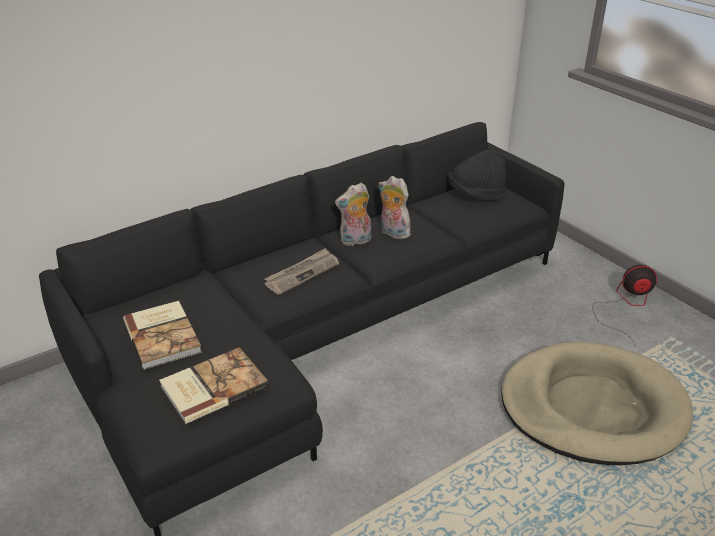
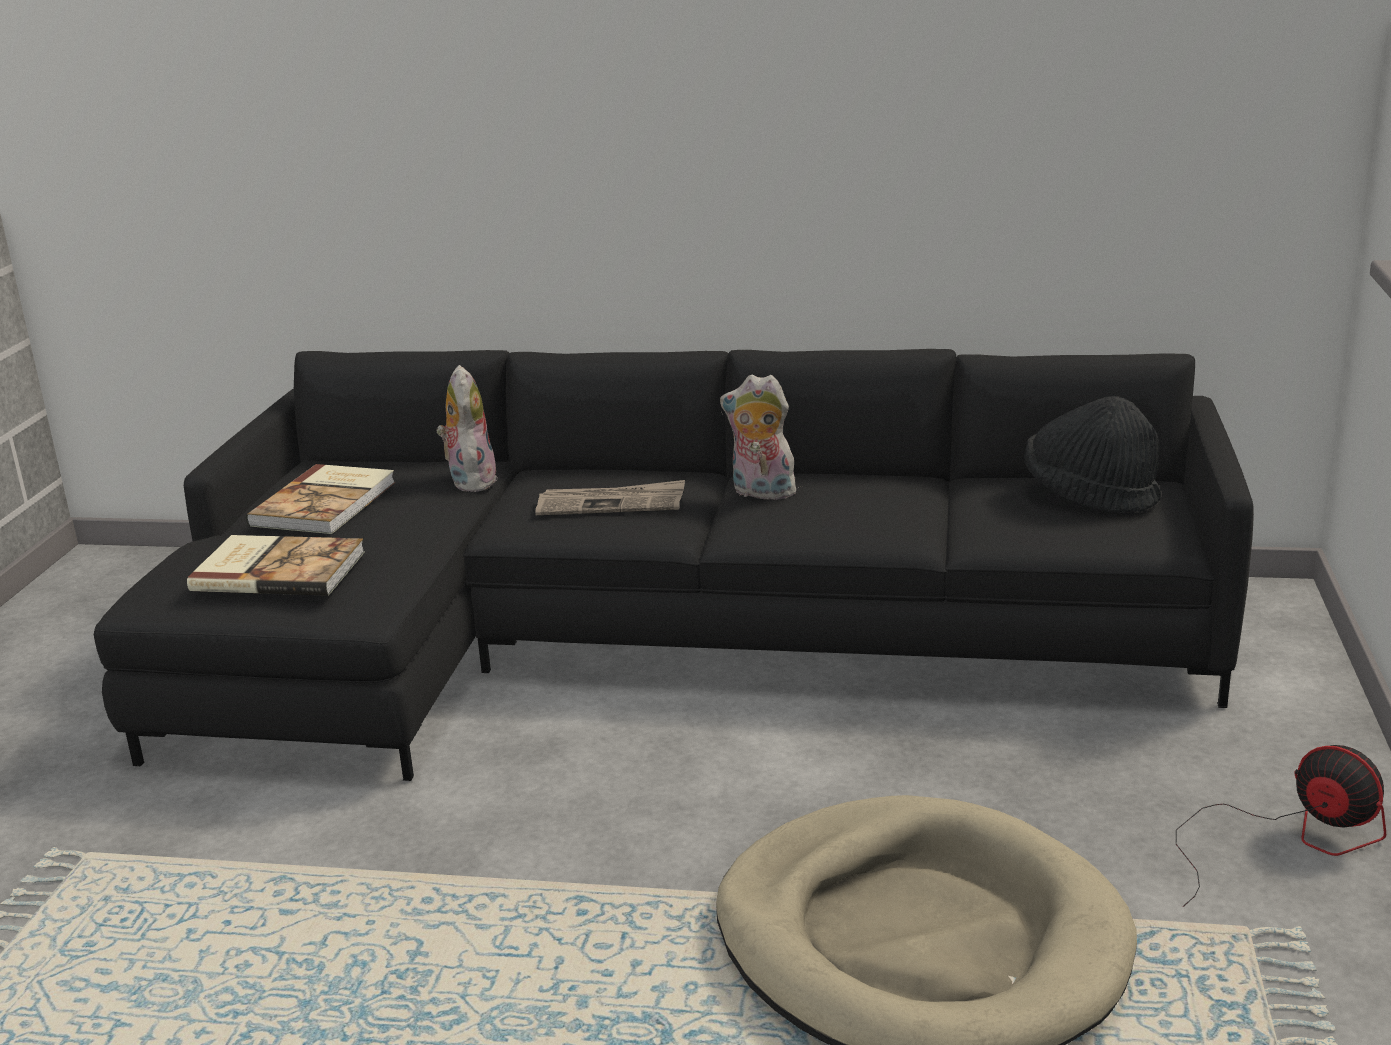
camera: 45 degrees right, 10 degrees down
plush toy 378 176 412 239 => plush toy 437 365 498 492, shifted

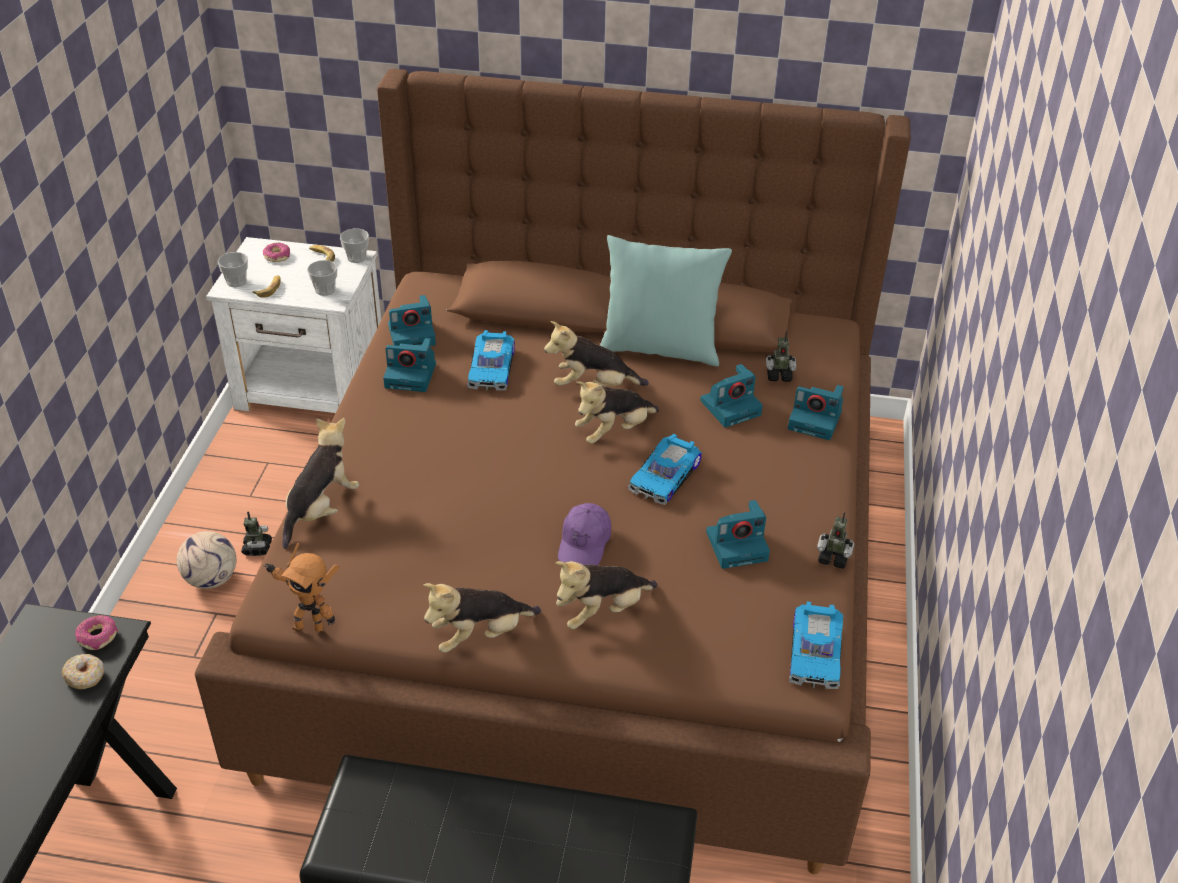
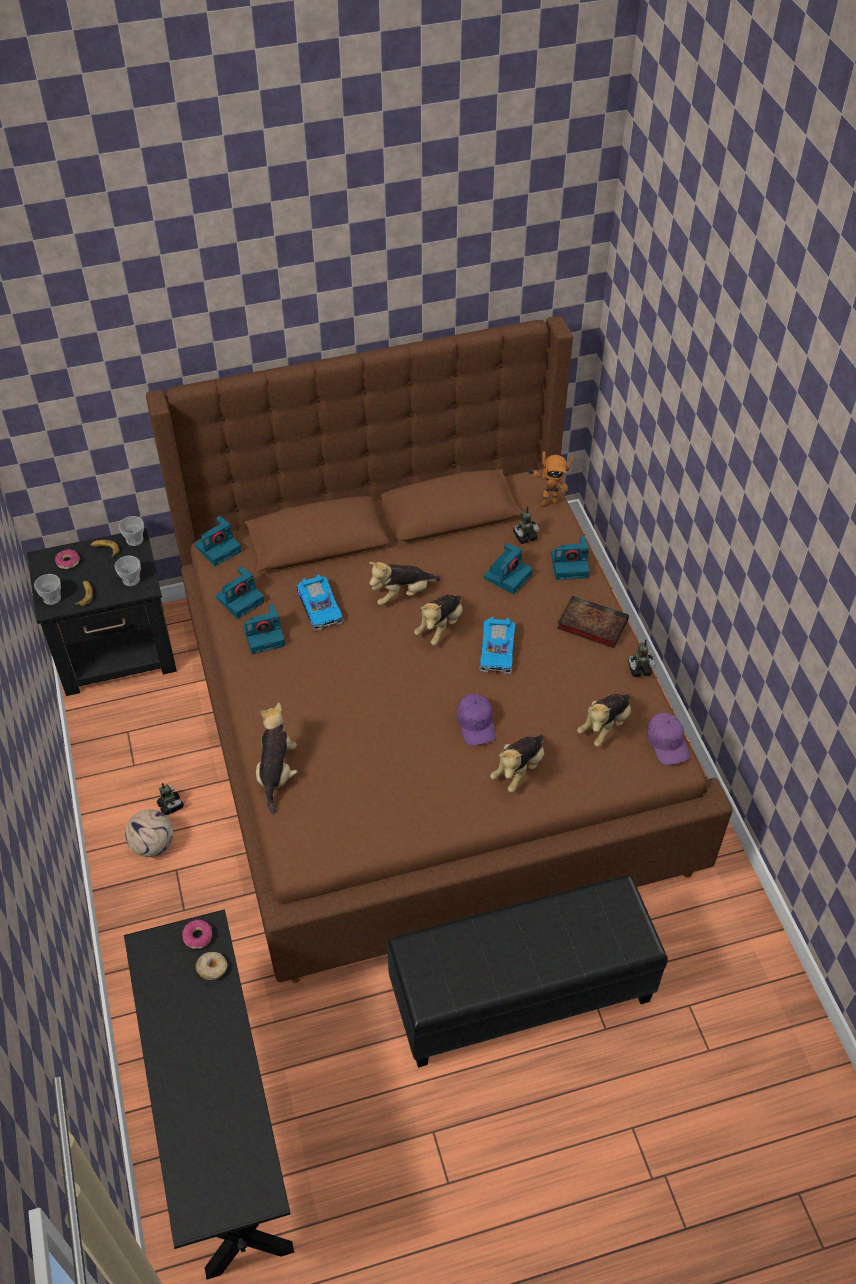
camera: 25 degrees left, 10 degrees up
turquoise pillow 600 235 732 367 => nothing
white nightstand 206 237 381 413 => black nightstand 27 528 177 696
photo camera 706 500 770 569 => photo camera 195 516 241 566, shifted
toy robot 264 543 340 632 => toy robot 527 451 574 507, shifted
plush toy 424 583 541 653 => plush toy 577 693 631 747, shifted
toy car 789 601 843 689 => purple cap 647 713 689 765
nothing => book 557 595 629 648

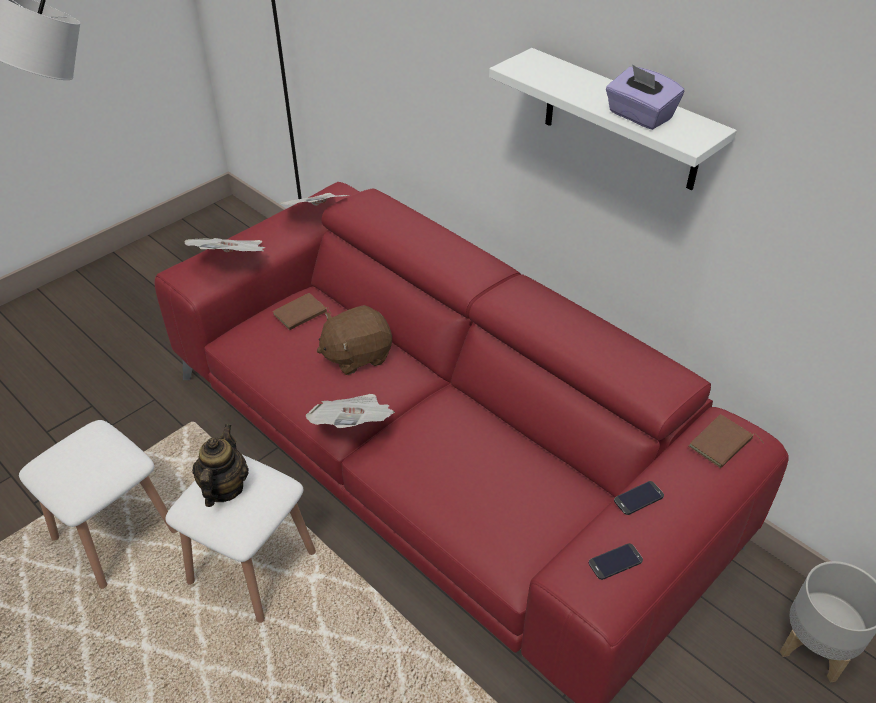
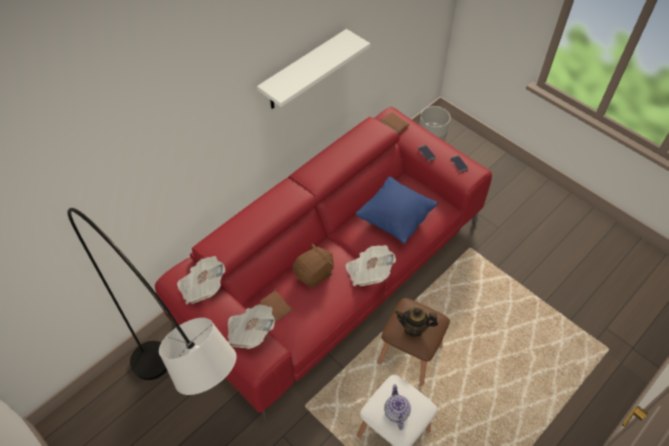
camera: 90 degrees left, 10 degrees up
purple tissue box 606 64 684 130 => nothing
brown plush toy 317 305 392 375 => brown plush toy 293 244 334 288, 105 degrees counterclockwise
white stool 166 455 316 623 => brown stool 377 298 450 386
nothing => blue pillow 356 176 438 244
nothing => teapot 384 384 411 430

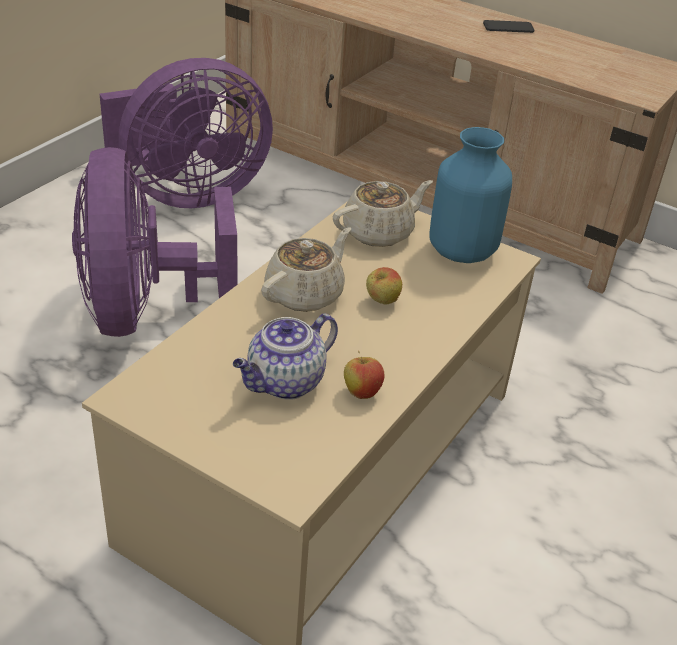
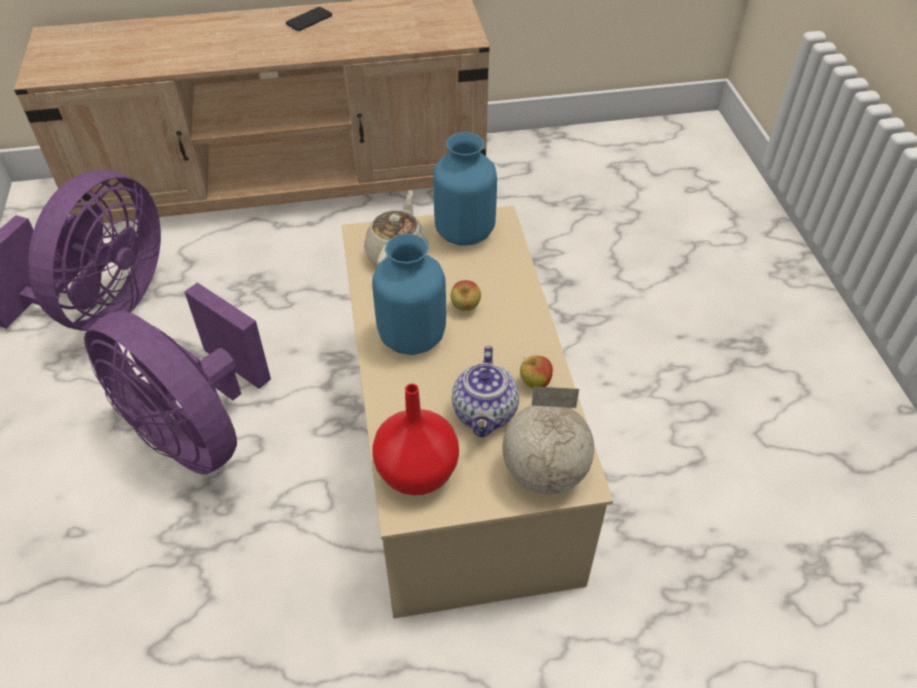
camera: 40 degrees left, 10 degrees up
beige teapot 261 227 351 312 => blue vase 372 234 446 355
nothing => red vase 372 384 459 495
nothing => globe 503 386 594 494

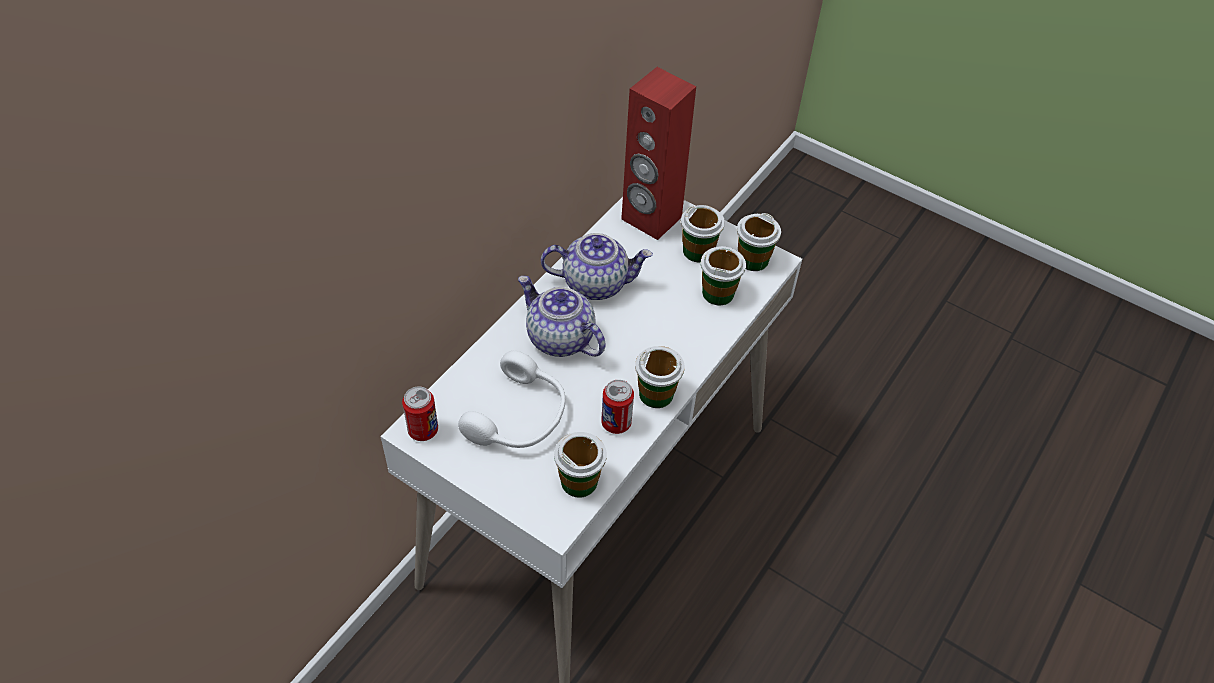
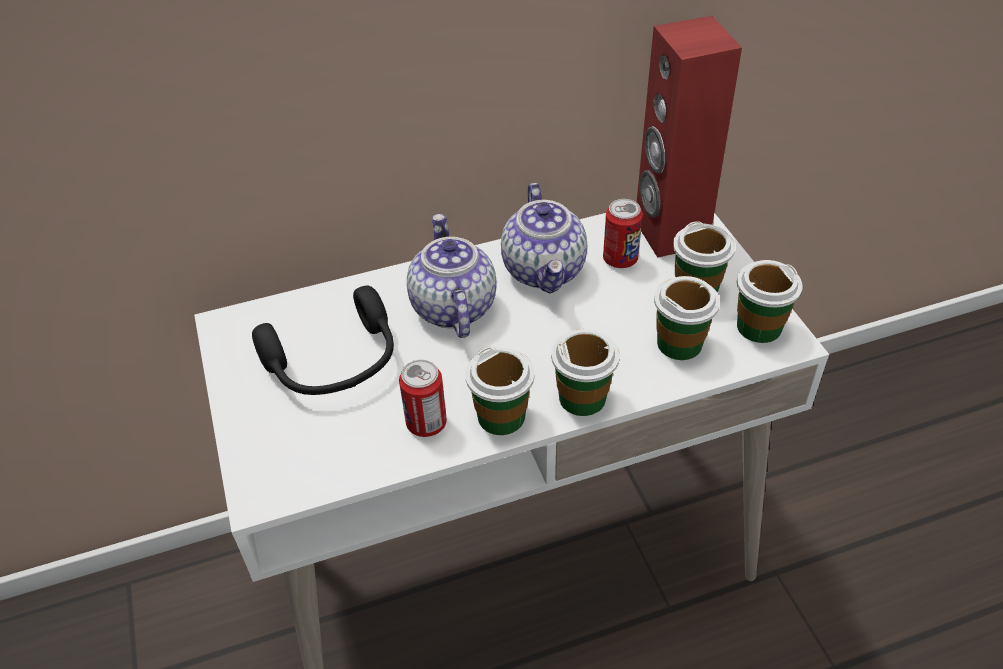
camera: 40 degrees right, 5 degrees down
teapot 541 233 653 300 => teapot 501 183 587 294, 45 degrees clockwise
white headphones 458 351 565 448 => black headphones 252 286 394 395
can 402 386 438 441 => can 603 199 643 268, shifted
cup 554 432 607 498 => cup 551 329 620 416, shifted

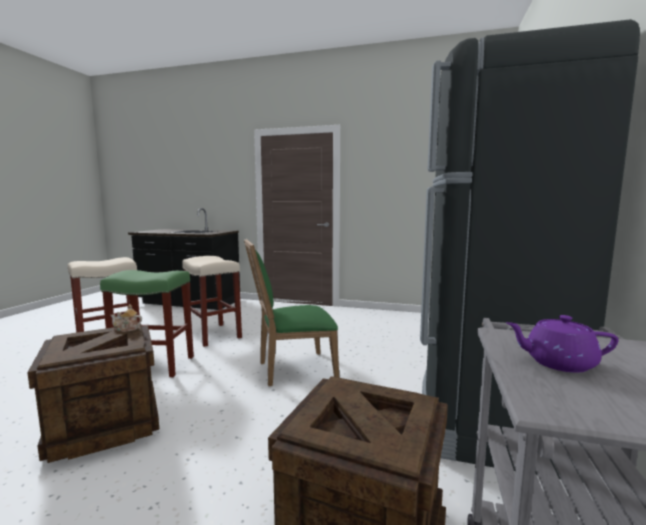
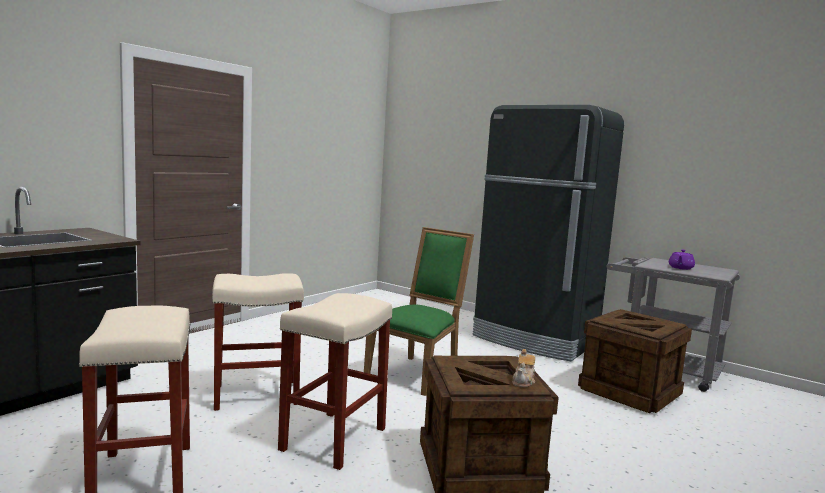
camera: 70 degrees left, 0 degrees up
green chair 244 239 339 386 => green chair 364 227 474 396, 150 degrees counterclockwise
green stool 100 270 194 377 => beige stool 278 293 392 470
teapot 110 304 142 332 => teapot 512 349 535 388, shifted

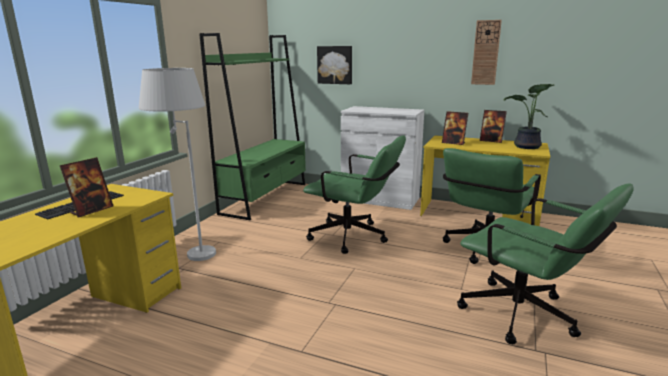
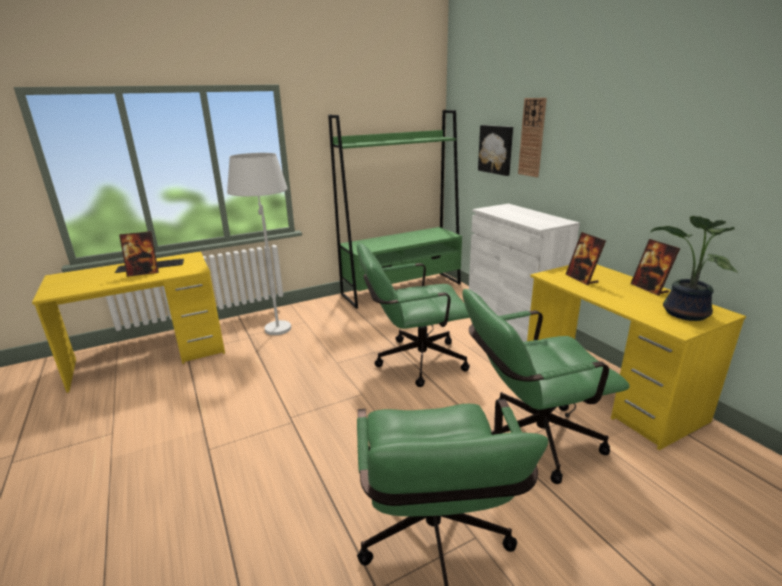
camera: 40 degrees right, 5 degrees up
wall clock 471 20 502 85 => wall clock 518 98 547 177, shifted
green office chair 303 136 406 254 => green office chair 357 243 470 387, 105 degrees clockwise

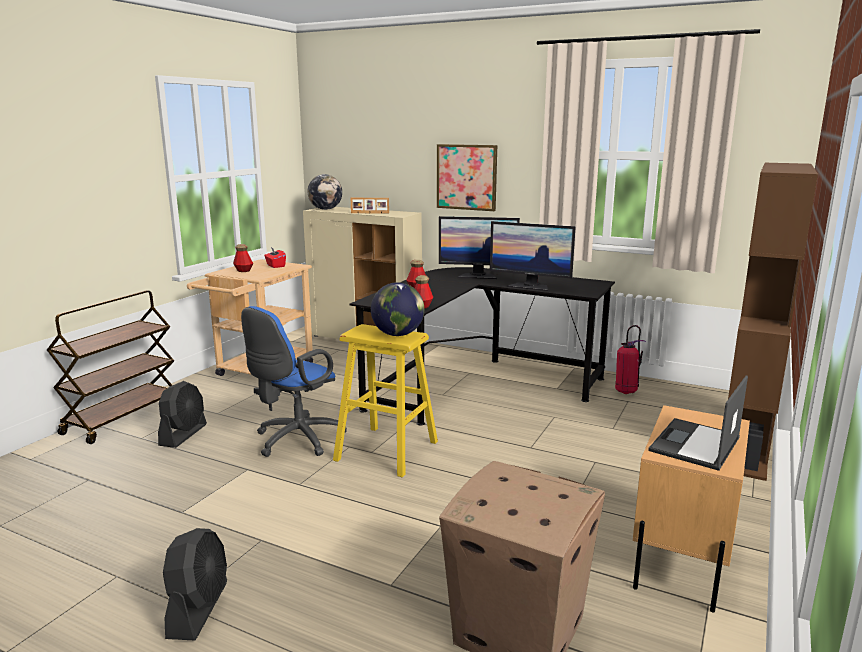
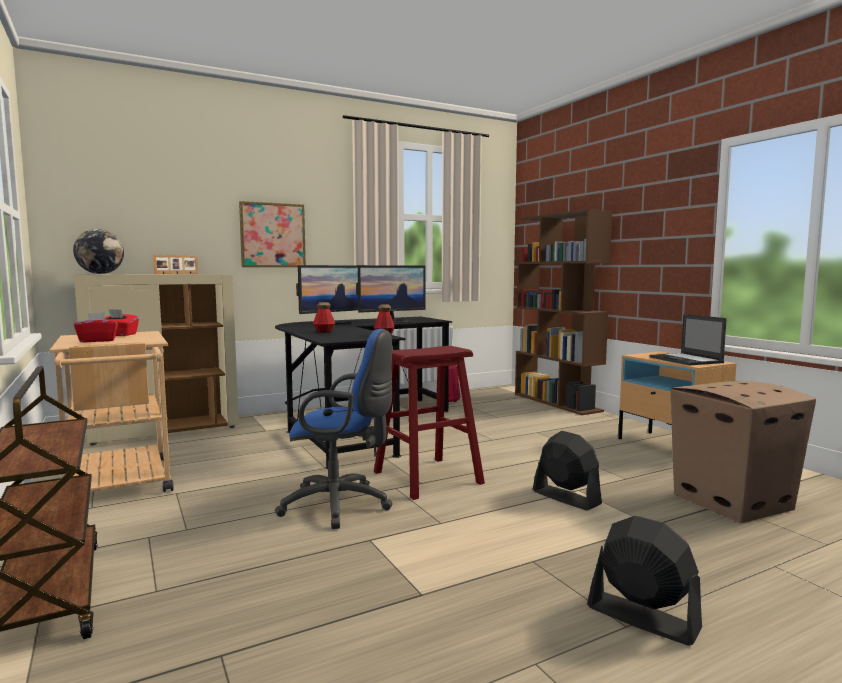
camera: 55 degrees left, 10 degrees down
bottle 233 244 253 272 => red tissue box 74 312 118 342
globe 371 282 424 336 => nothing
blue office chair 241 306 347 457 => blue office chair 275 329 393 529, 60 degrees counterclockwise
yellow stool 333 324 438 477 => red stool 374 346 485 500
black fan 158 381 207 448 => black fan 533 431 602 511, shifted

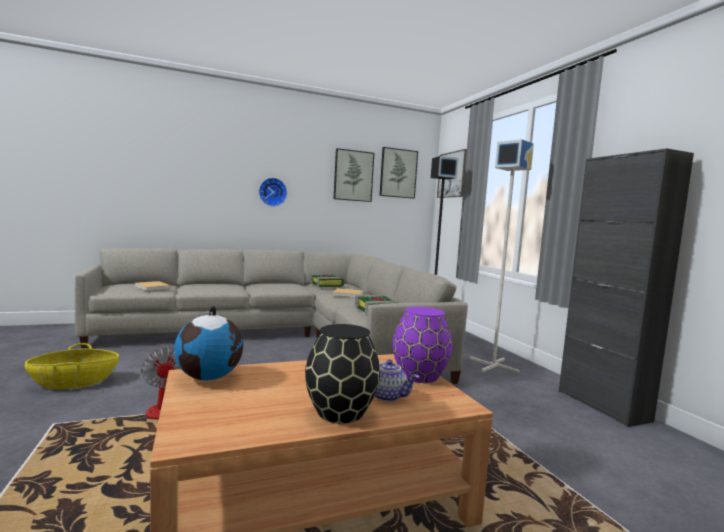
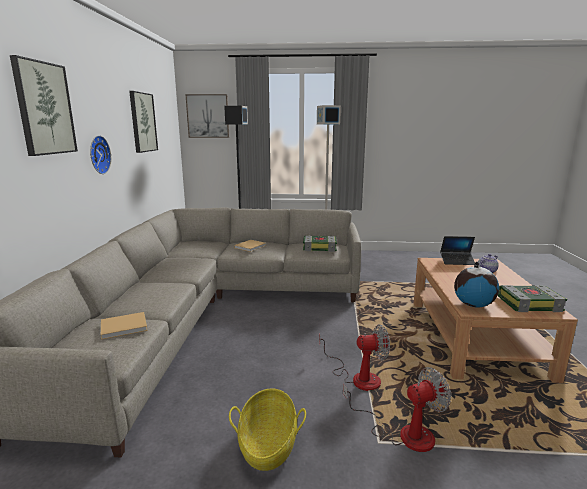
camera: 65 degrees left, 10 degrees up
picture 380 147 418 199 => picture 10 55 78 156, shifted
black cabinet 559 148 694 427 => nothing
book 310 274 345 287 => book 498 285 567 312, shifted
purple vase 393 307 452 383 => laptop 440 236 475 265
black vase 305 324 380 424 => nothing
nothing => fan 343 367 451 452

